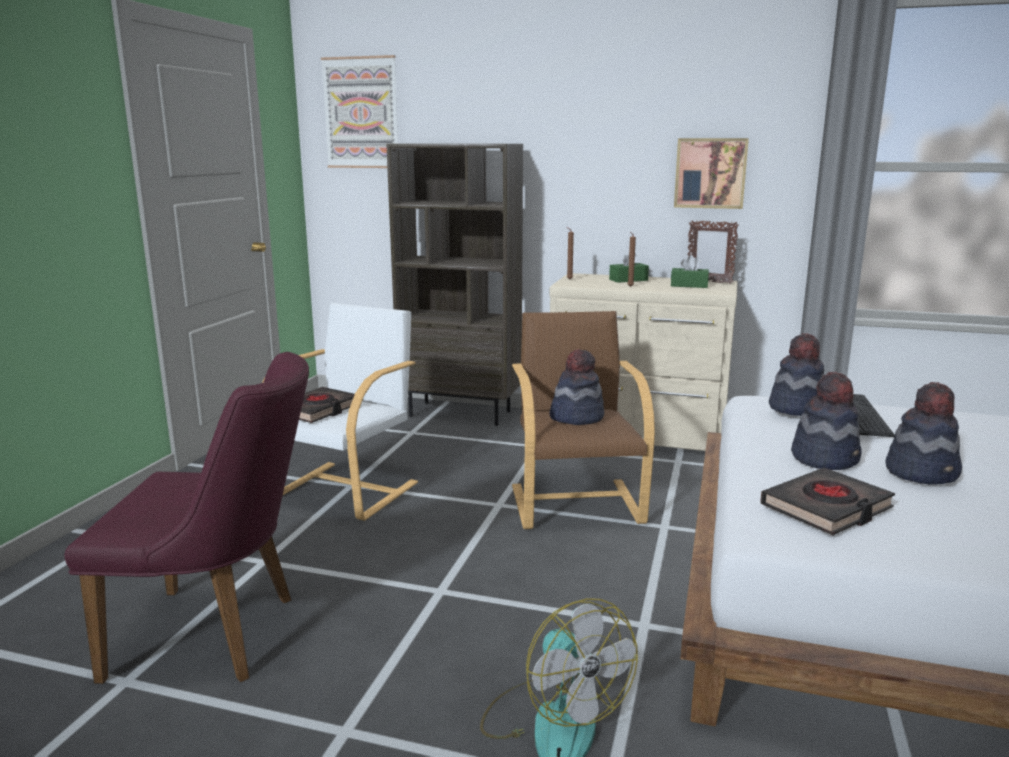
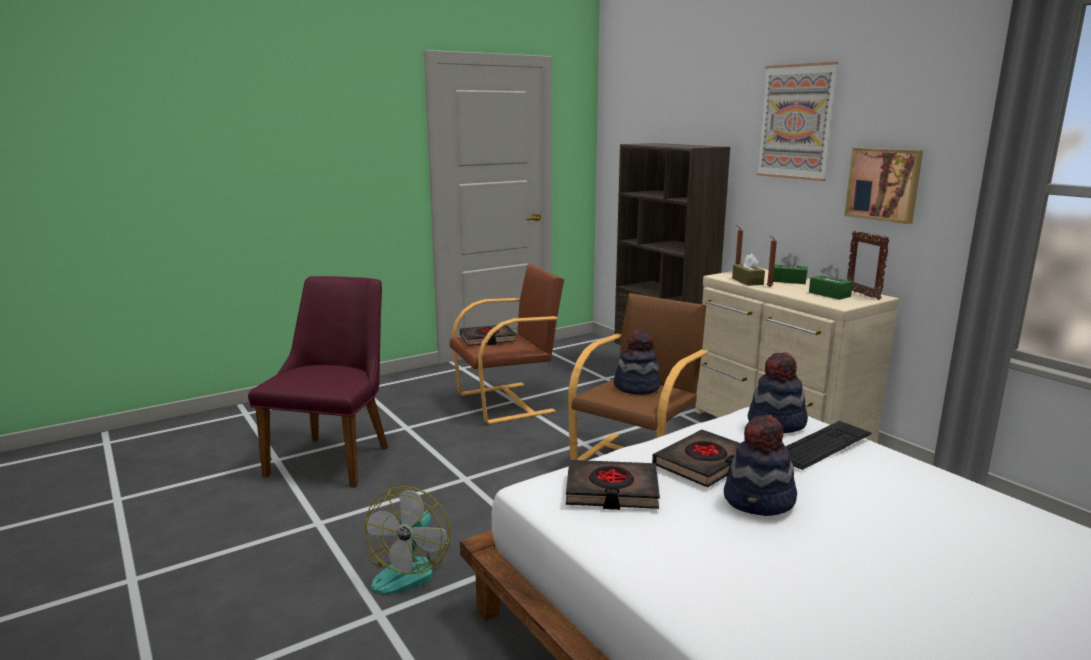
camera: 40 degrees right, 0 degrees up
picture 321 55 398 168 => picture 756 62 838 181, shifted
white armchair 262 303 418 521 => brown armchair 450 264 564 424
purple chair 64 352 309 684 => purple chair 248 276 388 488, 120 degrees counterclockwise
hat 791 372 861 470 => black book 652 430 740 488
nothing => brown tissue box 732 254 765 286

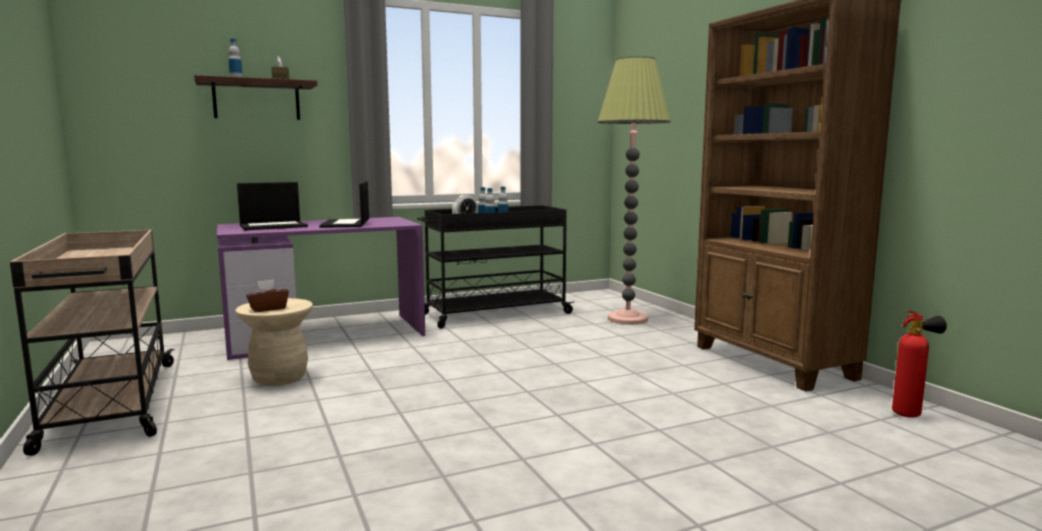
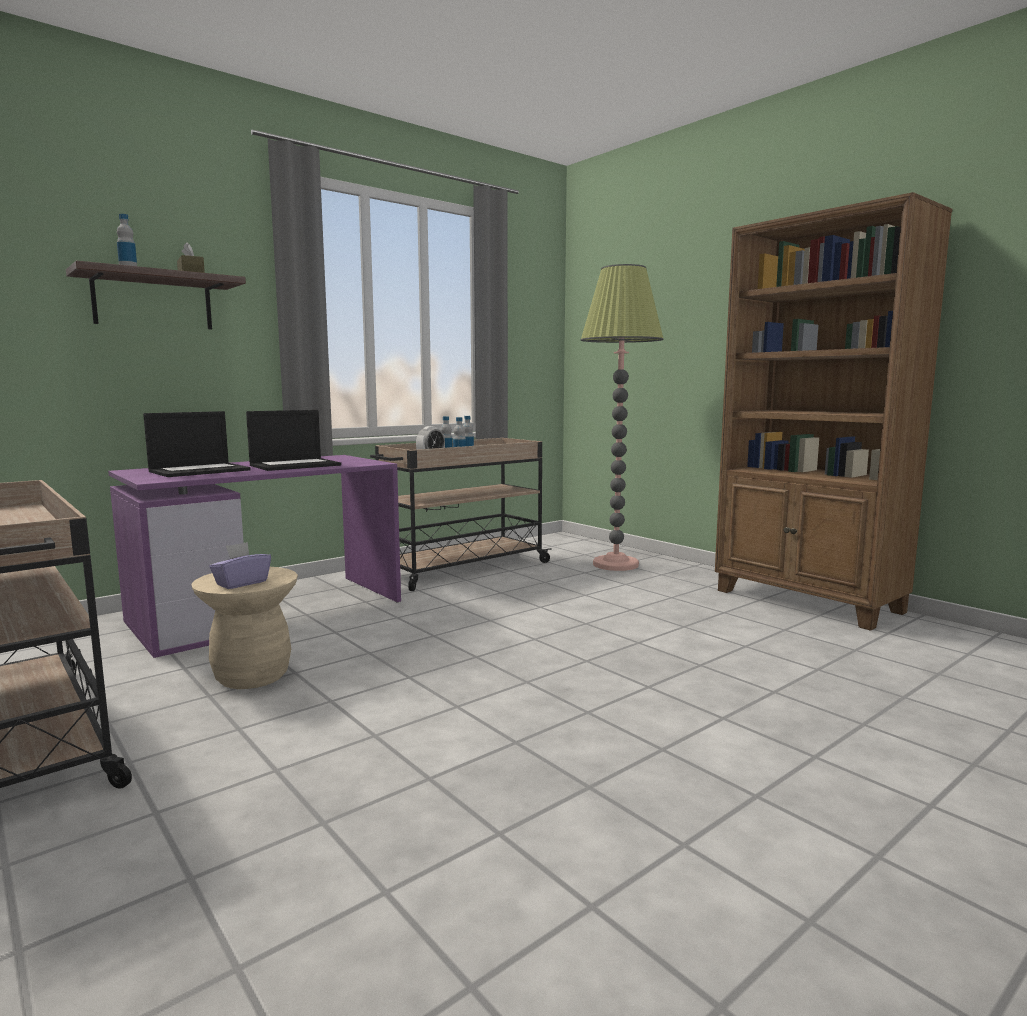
camera: 15 degrees left, 0 degrees up
laptop 319 181 369 228 => laptop 246 410 341 471, 105 degrees counterclockwise
black cart 417 205 574 329 => beige cart 370 438 552 591
brown tissue box 246 279 289 312 => purple tissue box 209 542 271 589
fire extinguisher 892 311 947 418 => nothing

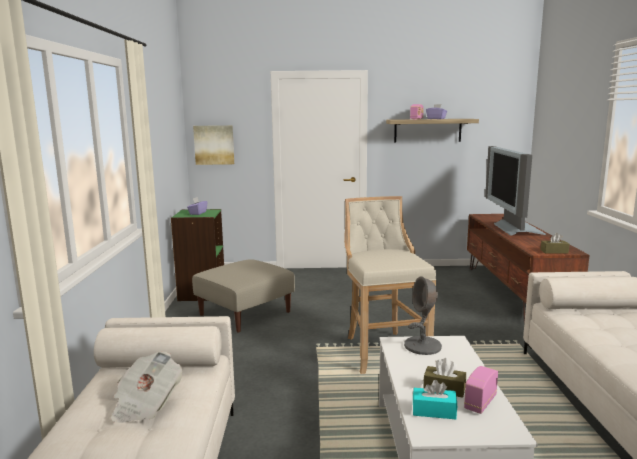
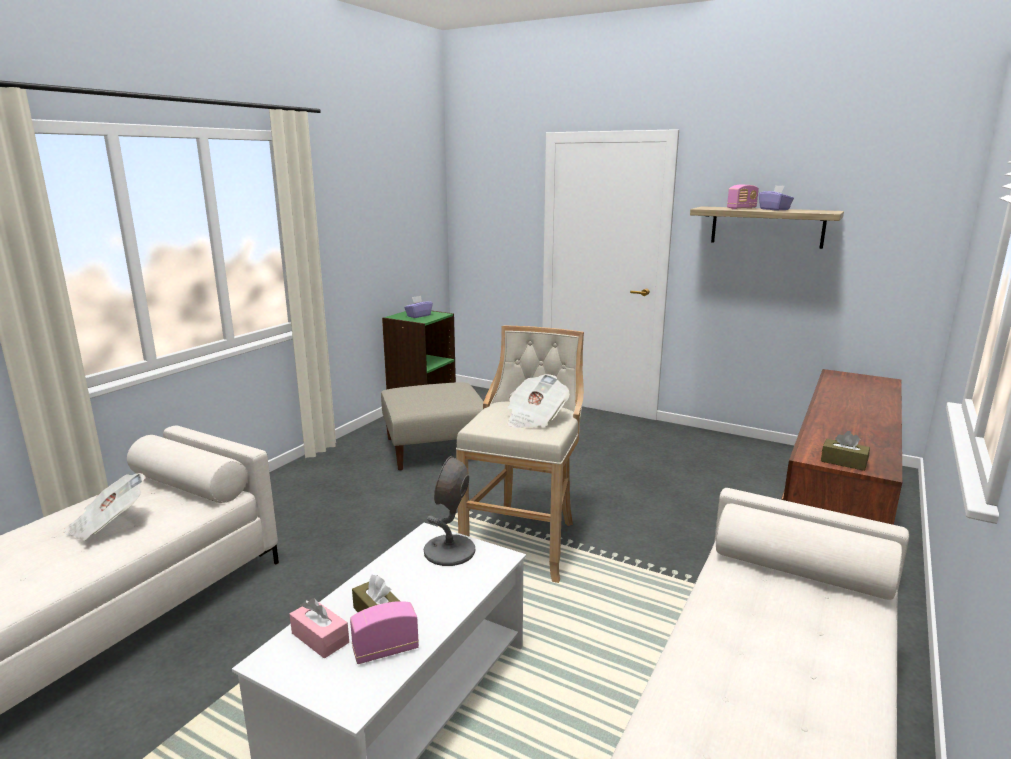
camera: 30 degrees right, 5 degrees up
picture 193 125 234 165 => nothing
television 485 146 546 236 => nothing
turquoise tissue box 413 380 457 419 => pink tissue box 290 598 349 659
nothing => newspaper 507 374 570 428

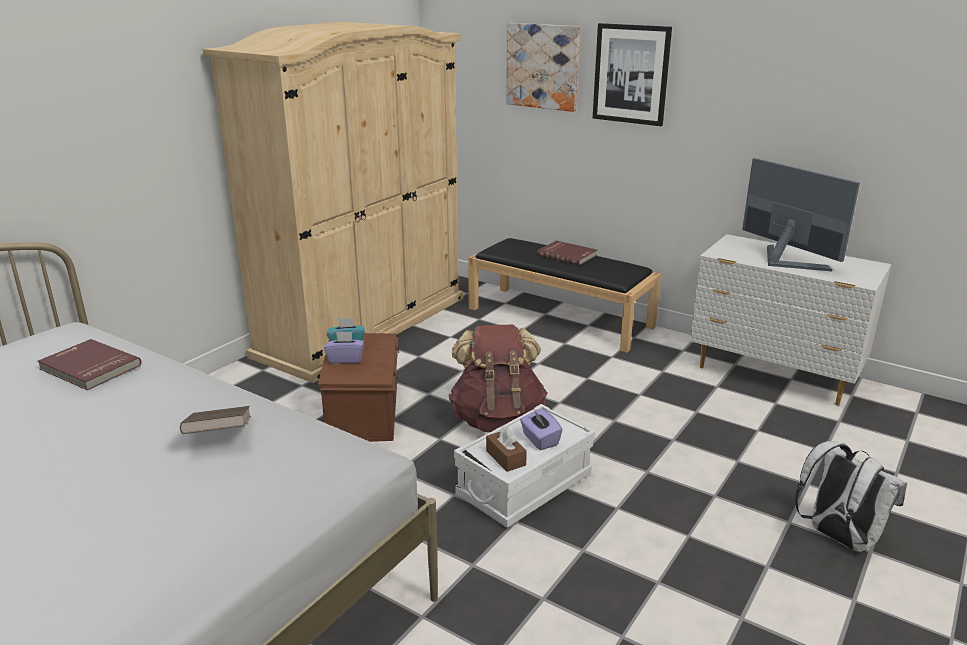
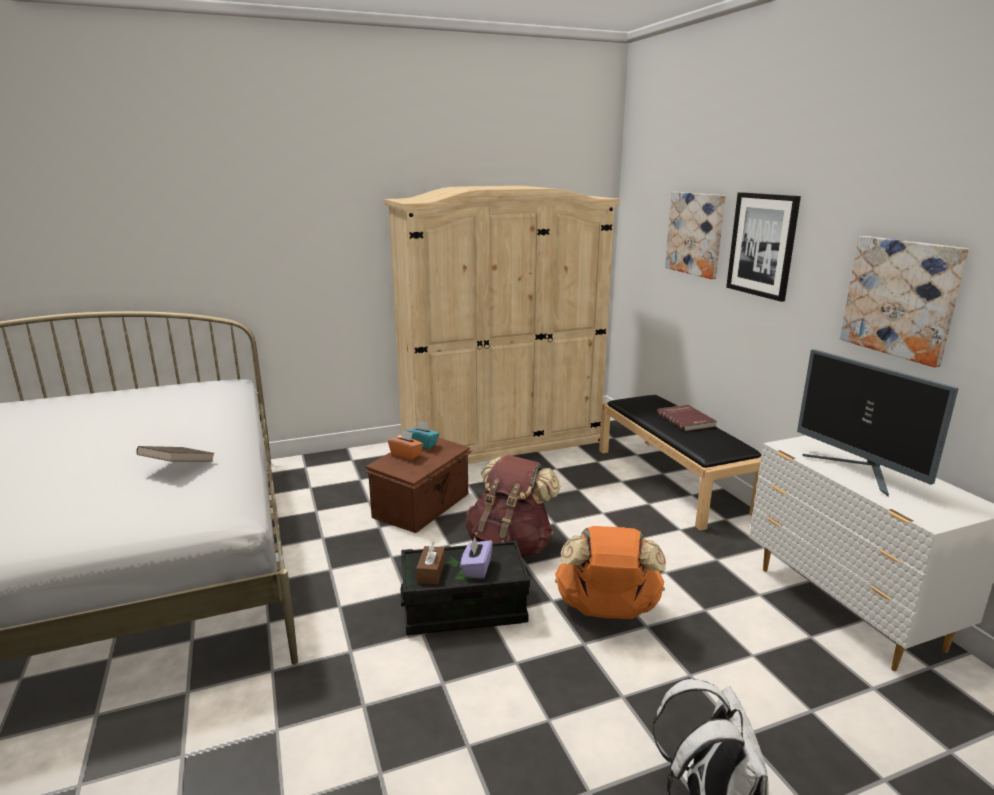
camera: 35 degrees right, 5 degrees down
monitor 742 158 860 271 => monitor 797 349 959 496, 150 degrees clockwise
purple tissue box 324 332 364 364 => orange tissue box 388 430 424 460
red book 37 339 141 390 => nothing
white storage box 454 404 595 528 => black storage box 401 540 530 635
nothing => picture 840 236 969 367
nothing => orange backpack 555 526 666 619

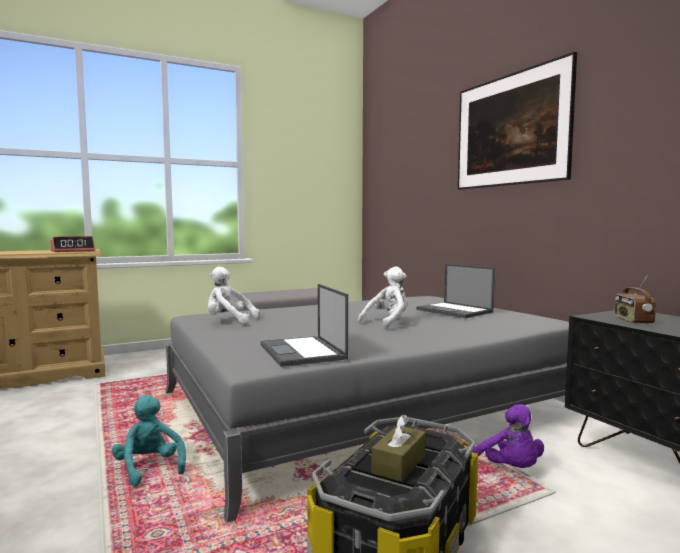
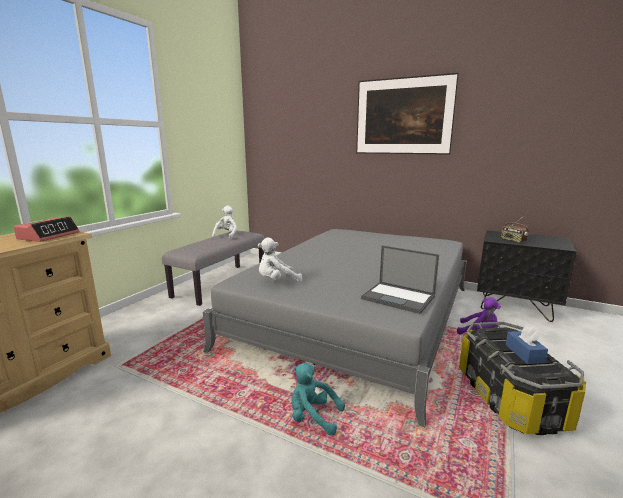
camera: 35 degrees left, 10 degrees up
laptop 416 264 495 318 => nothing
white plush toy 358 267 407 329 => white plush toy 212 206 237 239, shifted
brown tissue box 371 415 426 482 => blue tissue box 506 326 548 364

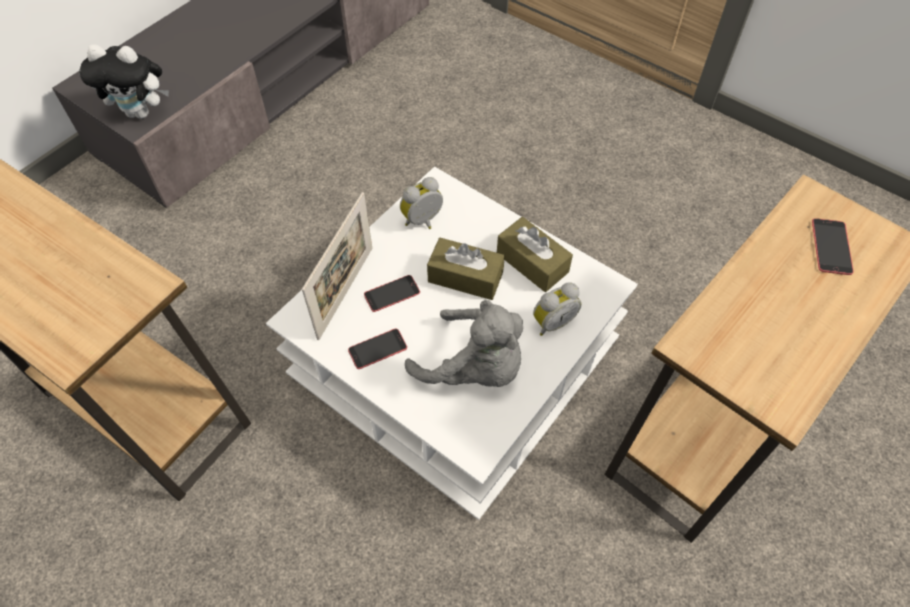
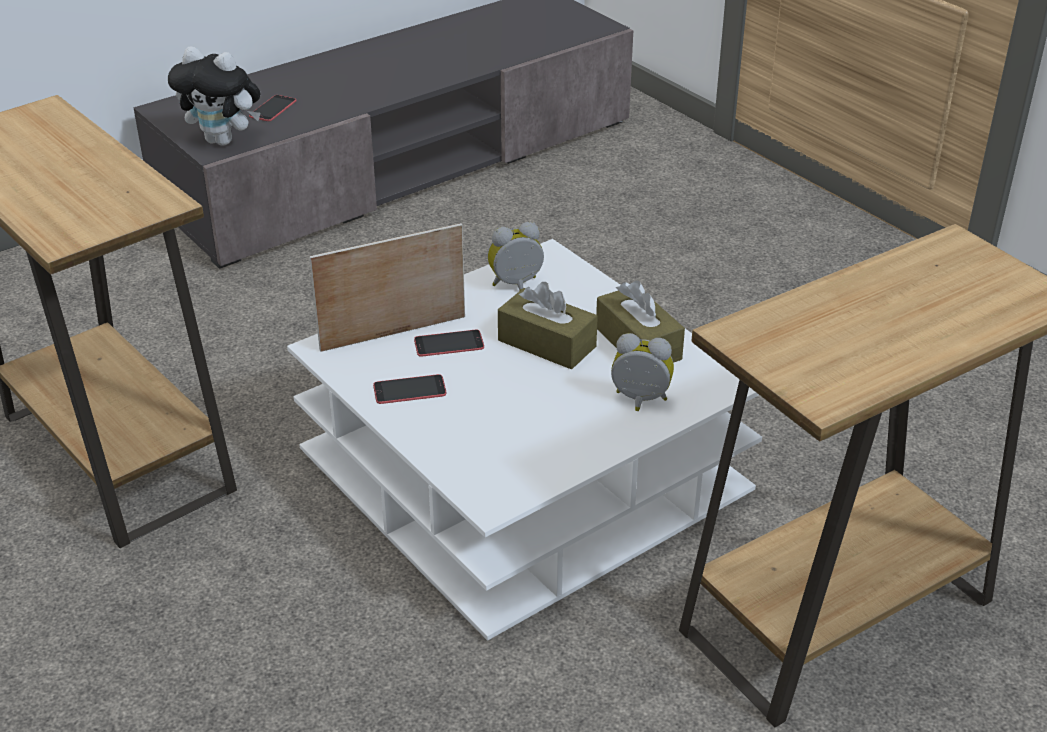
camera: 15 degrees right, 20 degrees down
picture frame 302 192 372 340 => picture frame 309 223 465 352, 150 degrees counterclockwise
phone 812 218 854 275 => phone 249 95 297 121, shifted
alarm clock 533 282 581 336 => alarm clock 611 333 674 411, 150 degrees counterclockwise
grey plush toy 405 300 523 387 => nothing

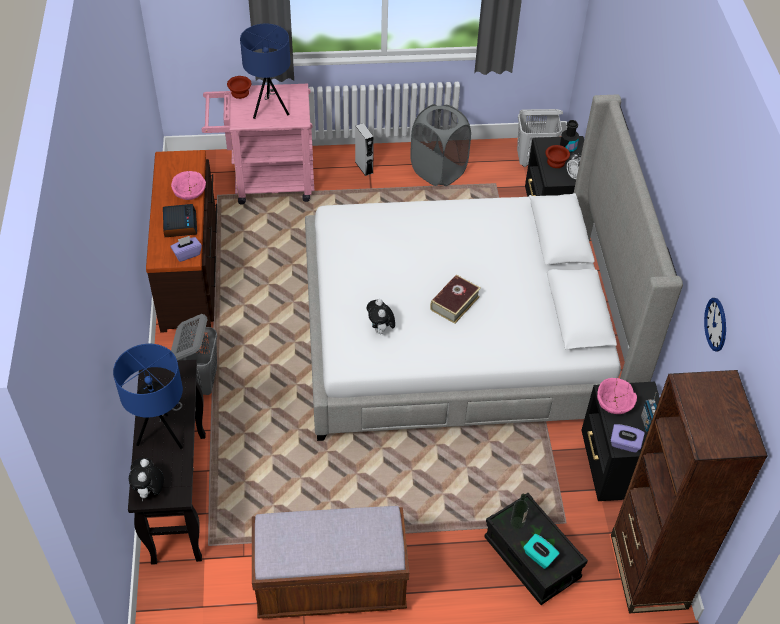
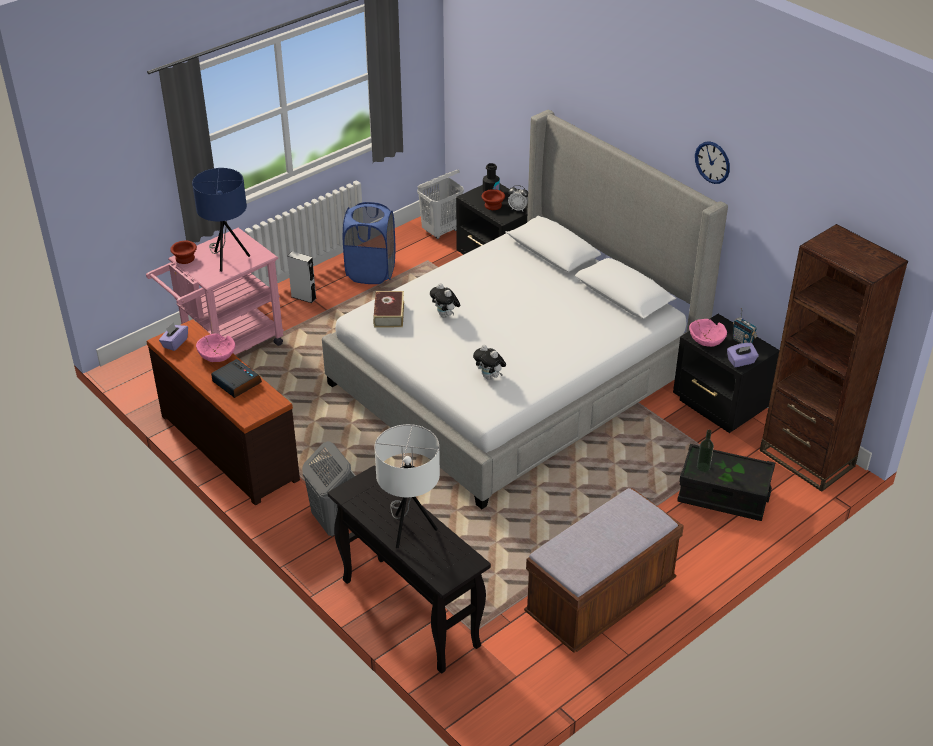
camera: 35 degrees left, 10 degrees down
grey laundry basket 410 104 471 186 => blue laundry basket 343 202 395 284
purple tissue box 170 236 202 262 => purple tissue box 159 322 188 351, shifted
book 430 275 481 324 => book 373 291 404 327, shifted
wall clock 704 298 726 352 => wall clock 695 141 730 184, shifted
blue table lamp 113 344 183 449 => white table lamp 374 424 440 548
plush toy 129 458 164 501 => plush toy 430 283 460 318, shifted
turquoise tissue box 523 534 560 569 => nothing

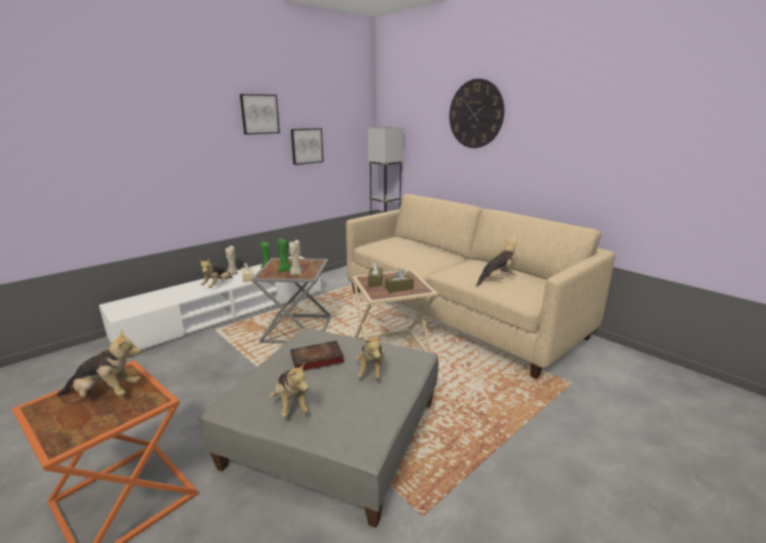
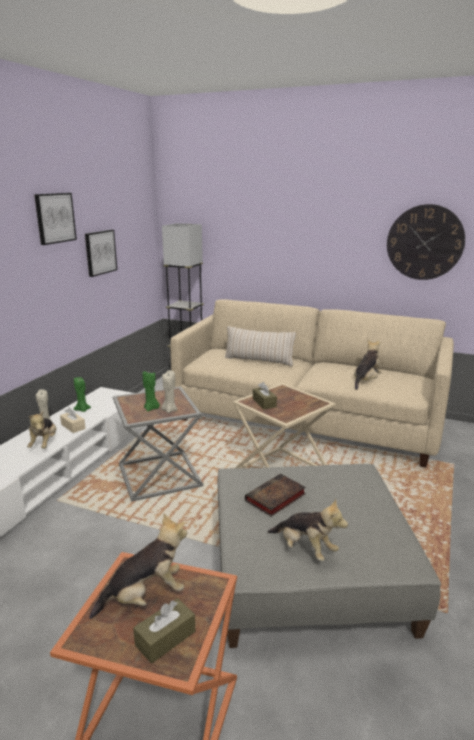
camera: 25 degrees left, 0 degrees up
wall clock 449 79 504 148 => wall clock 387 204 465 280, shifted
brown tissue box 385 268 414 293 => brown tissue box 133 598 195 664, shifted
plush toy 355 334 385 379 => nothing
nothing => beige pillow 225 326 296 367

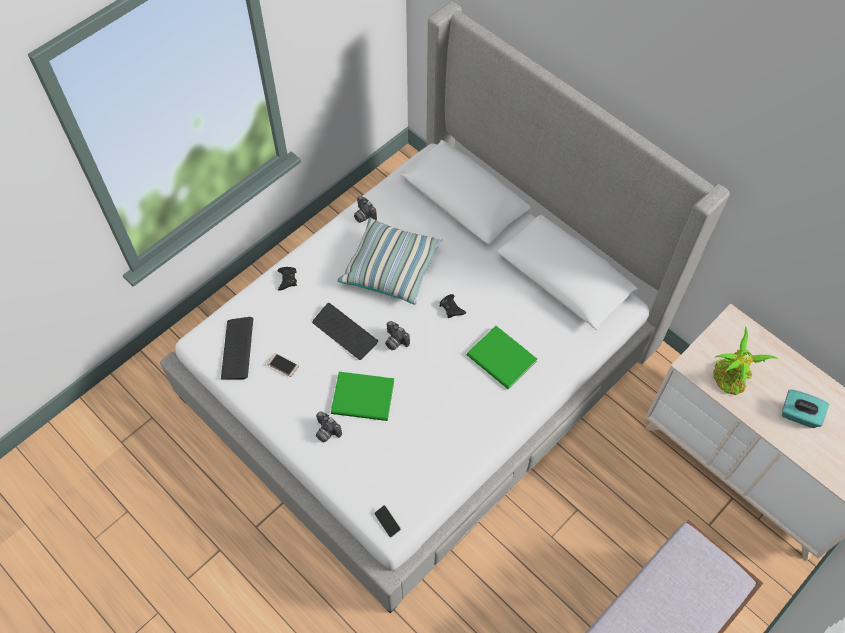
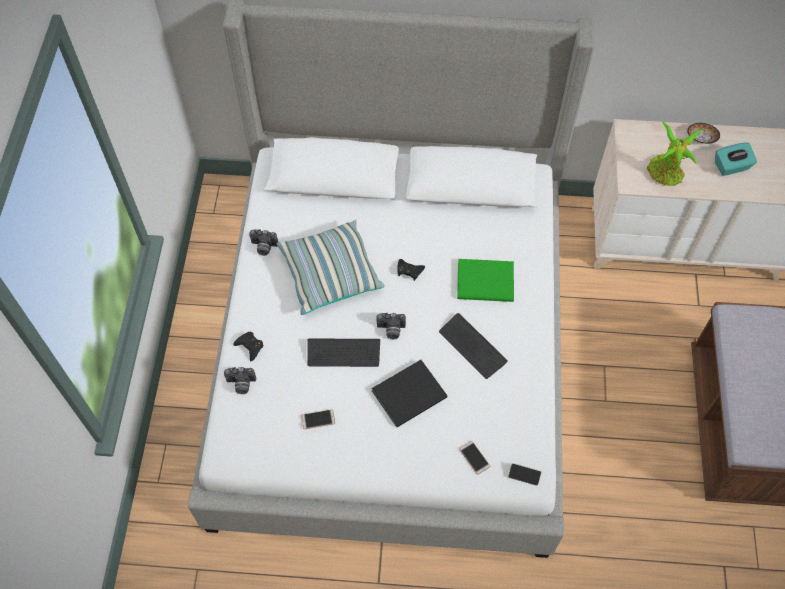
camera: 40 degrees left, 0 degrees up
keyboard 221 317 253 380 => keyboard 439 313 508 379, shifted
green book 331 372 394 421 => black book 371 360 447 427
photo camera 316 411 342 443 => photo camera 224 367 256 394, shifted
nothing => bowl 687 123 720 144
nothing => phone 459 441 490 475

